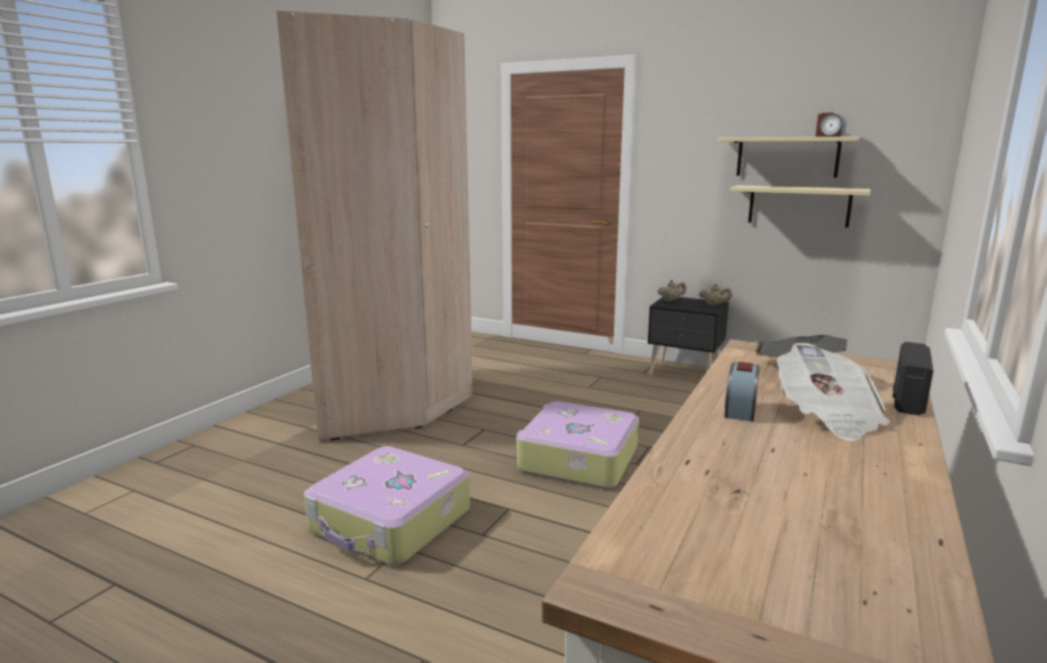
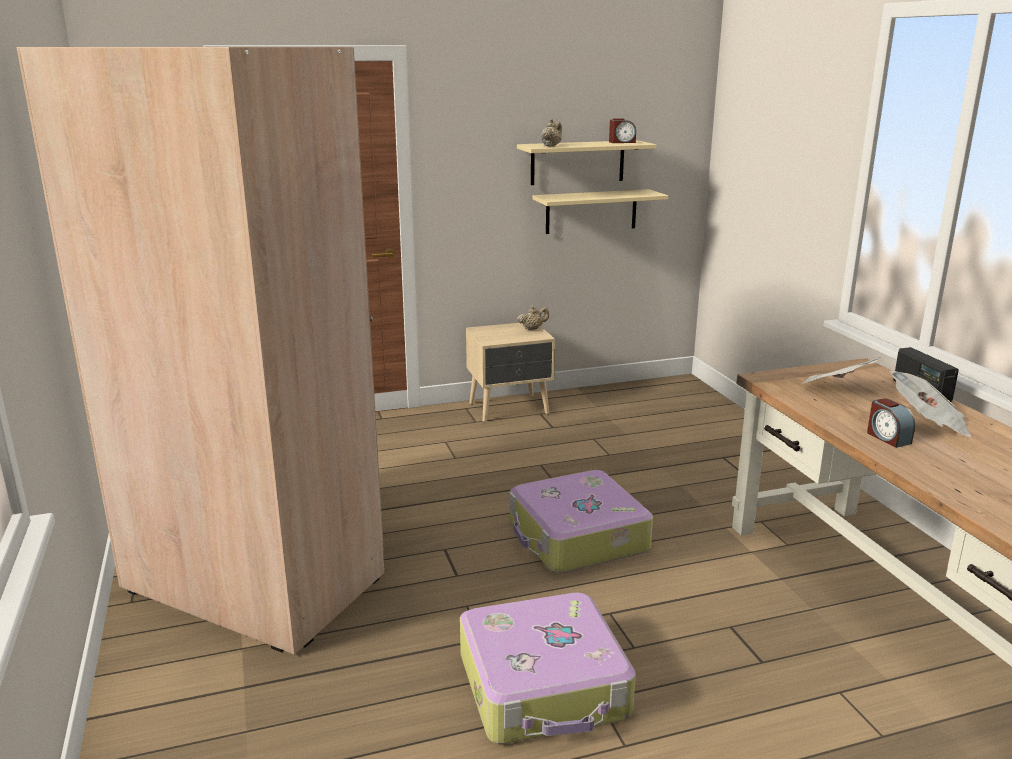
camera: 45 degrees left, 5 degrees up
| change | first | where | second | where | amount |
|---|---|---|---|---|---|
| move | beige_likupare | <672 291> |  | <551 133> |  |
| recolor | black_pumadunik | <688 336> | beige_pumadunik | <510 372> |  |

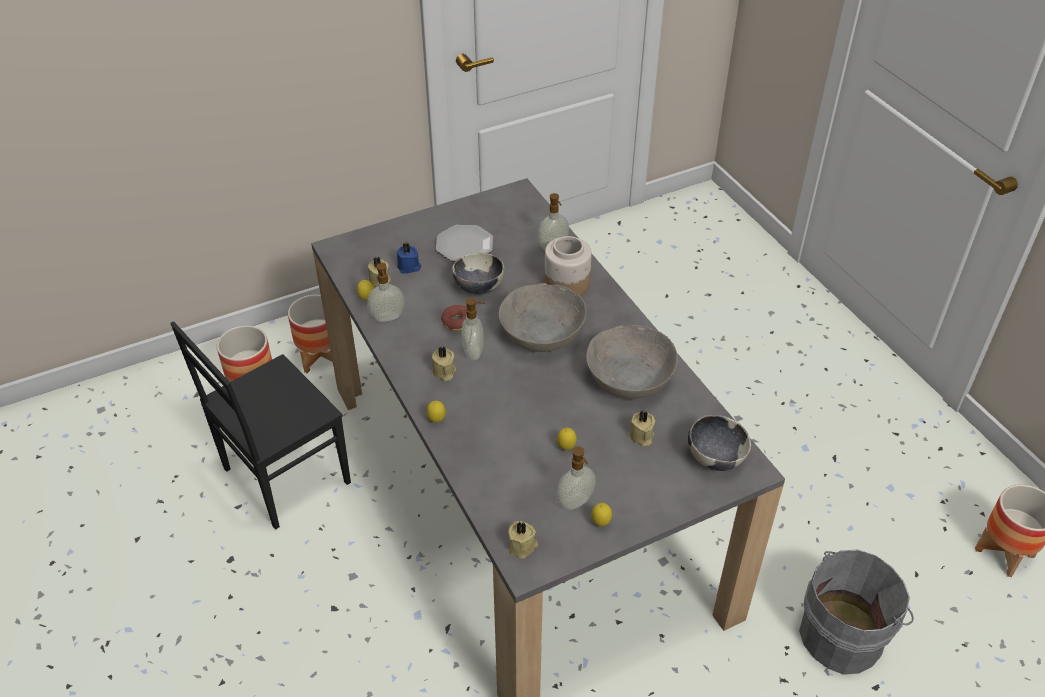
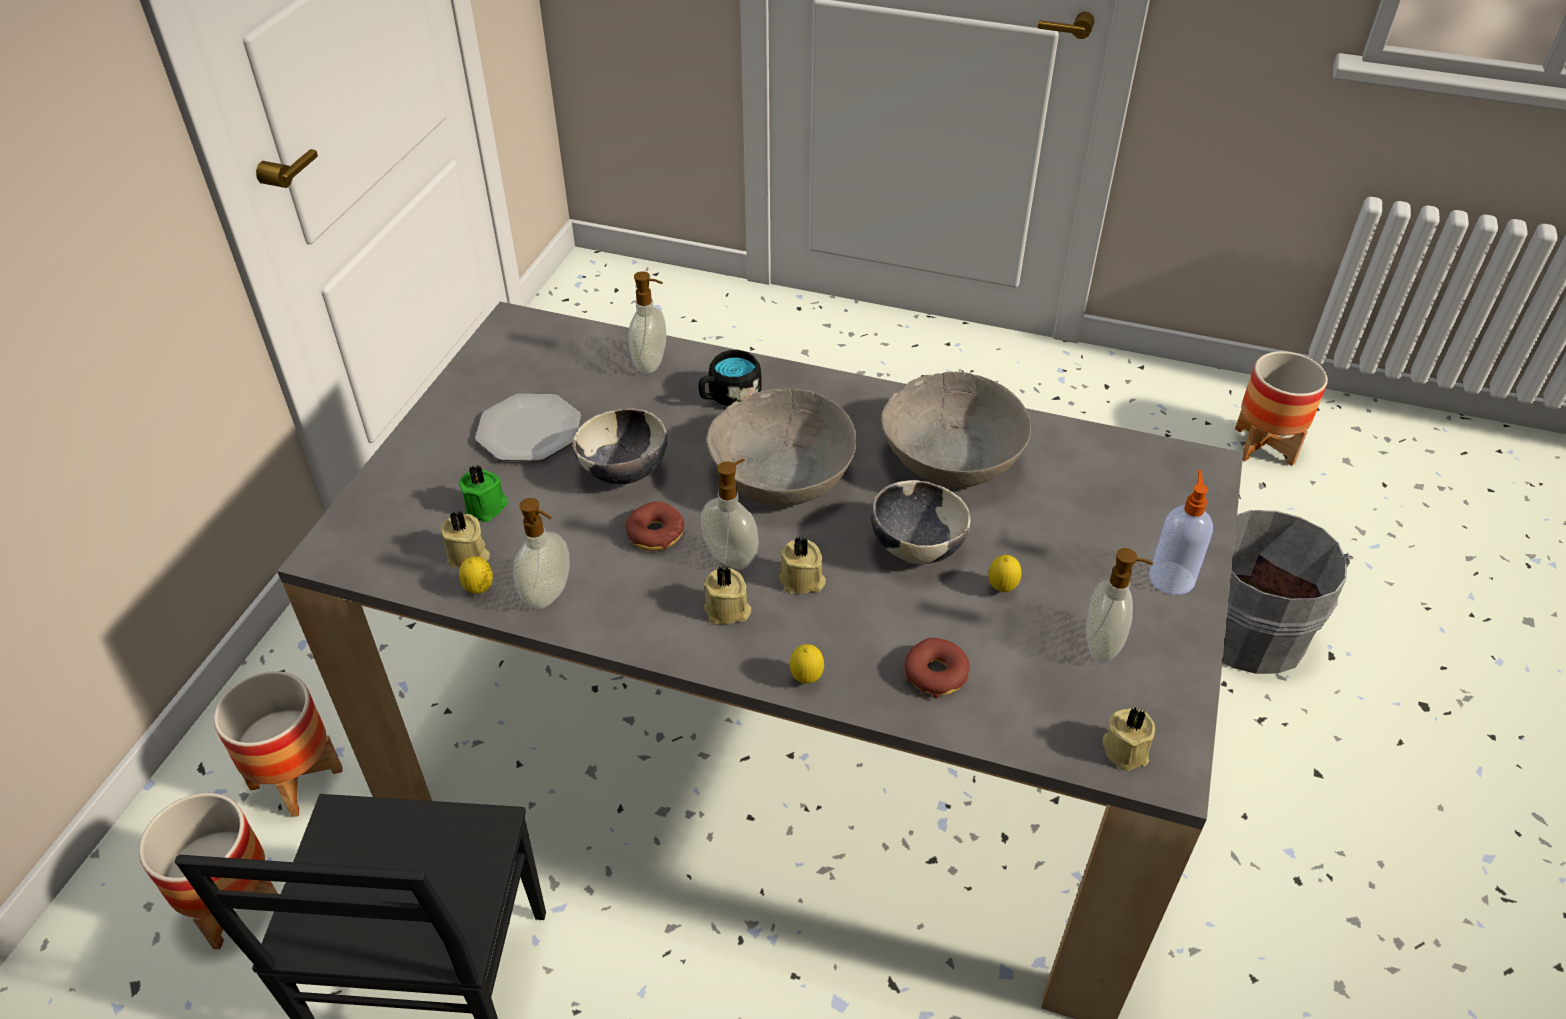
camera: 45 degrees left, 0 degrees up
| change | first | where | second | where | amount |
|---|---|---|---|---|---|
| delete | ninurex | <602 514> |  |  |  |
| insert |  |  | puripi | <936 668> |  |
| insert |  |  | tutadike | <1181 532> |  |
| move | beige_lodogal | <641 428> |  | <802 565> |  |
| move | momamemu | <719 443> |  | <920 522> |  |
| replace | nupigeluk | <568 266> | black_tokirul | <730 378> |  |
| recolor | blue_lodogal | <408 258> | green_lodogal | <483 493> |  |

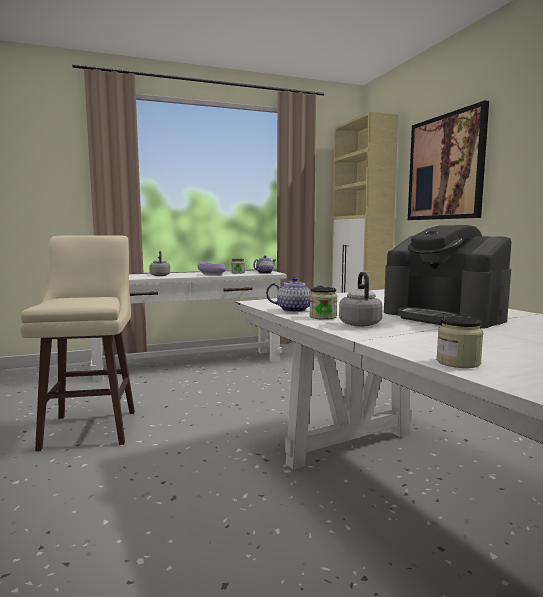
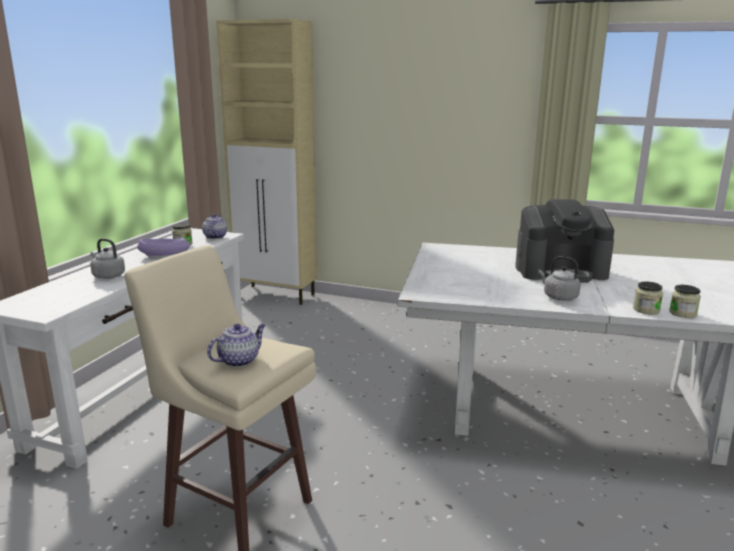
camera: 50 degrees left, 10 degrees up
| change | first | where | second | where | amount |
|---|---|---|---|---|---|
| delete | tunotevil | <448 160> |  |  |  |
| move | likupare | <294 294> |  | <236 345> |  |
| move | nupigeluk | <323 303> |  | <648 297> |  |

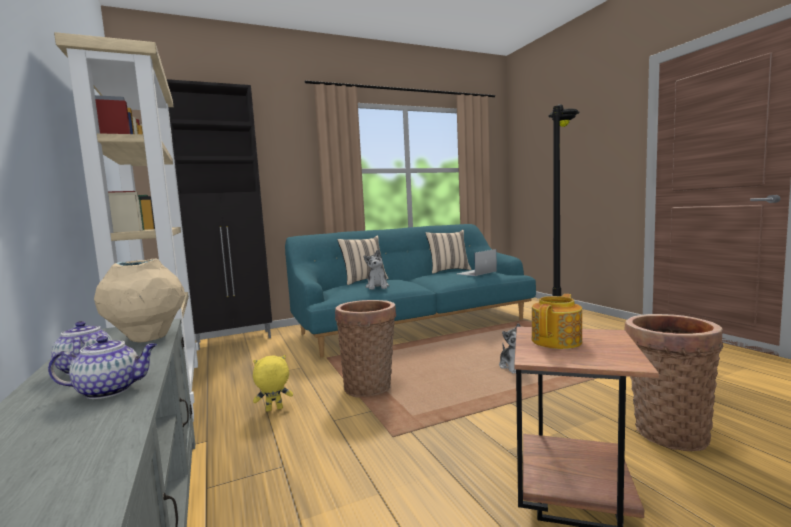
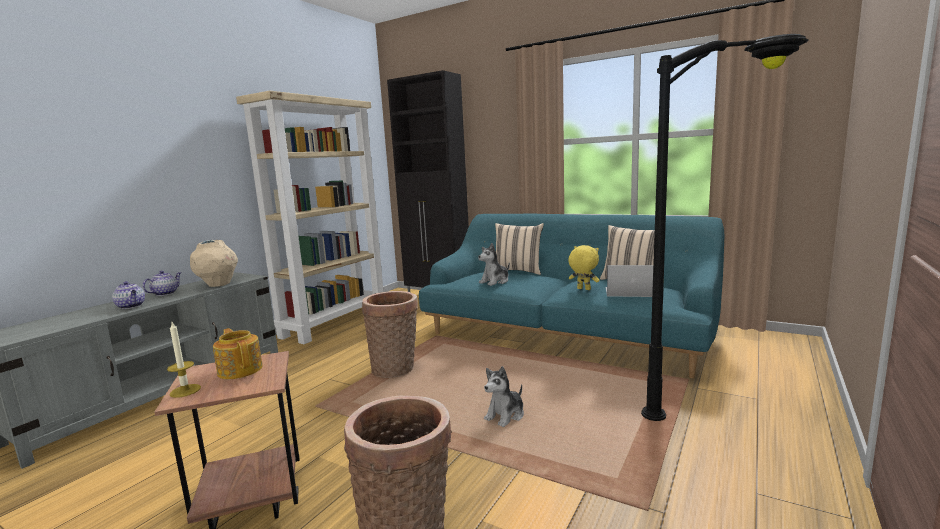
camera: 55 degrees right, 5 degrees up
| change | first | where | second | where | amount |
|---|---|---|---|---|---|
| insert |  |  | lodogal | <184 360> |  |
| move | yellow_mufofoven | <273 383> |  | <583 267> |  |
| rotate | likupare | <557 321> |  | <238 353> | 135 degrees counterclockwise |

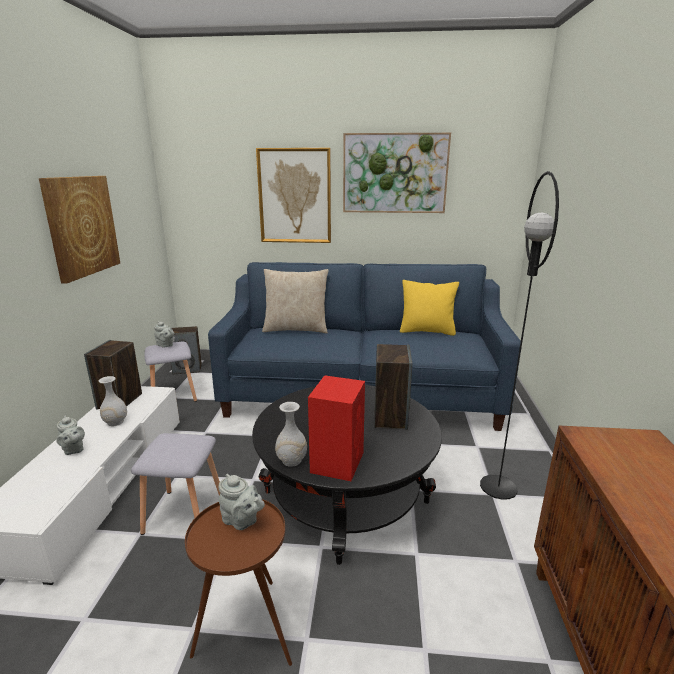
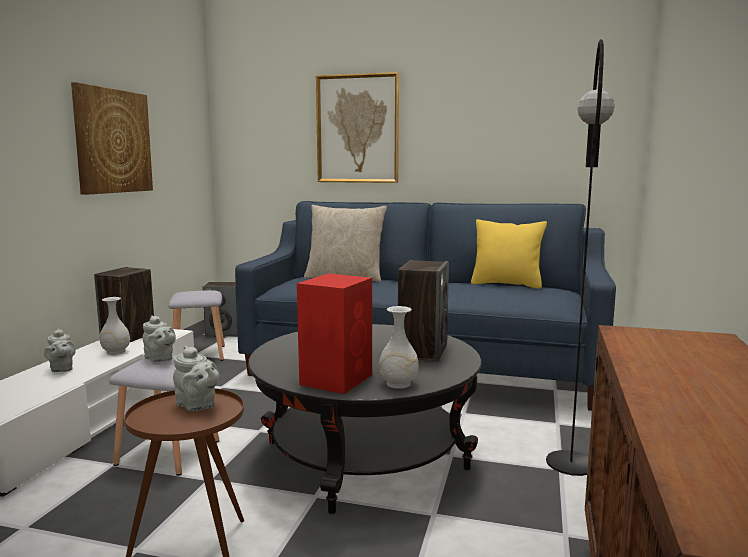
camera: 10 degrees right, 10 degrees down
| change | first | where | second | where | amount |
|---|---|---|---|---|---|
| delete | tunotevil | <397 173> |  |  |  |
| move | grey_likupare | <164 334> |  | <159 338> |  |
| move | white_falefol | <291 434> |  | <399 347> |  |

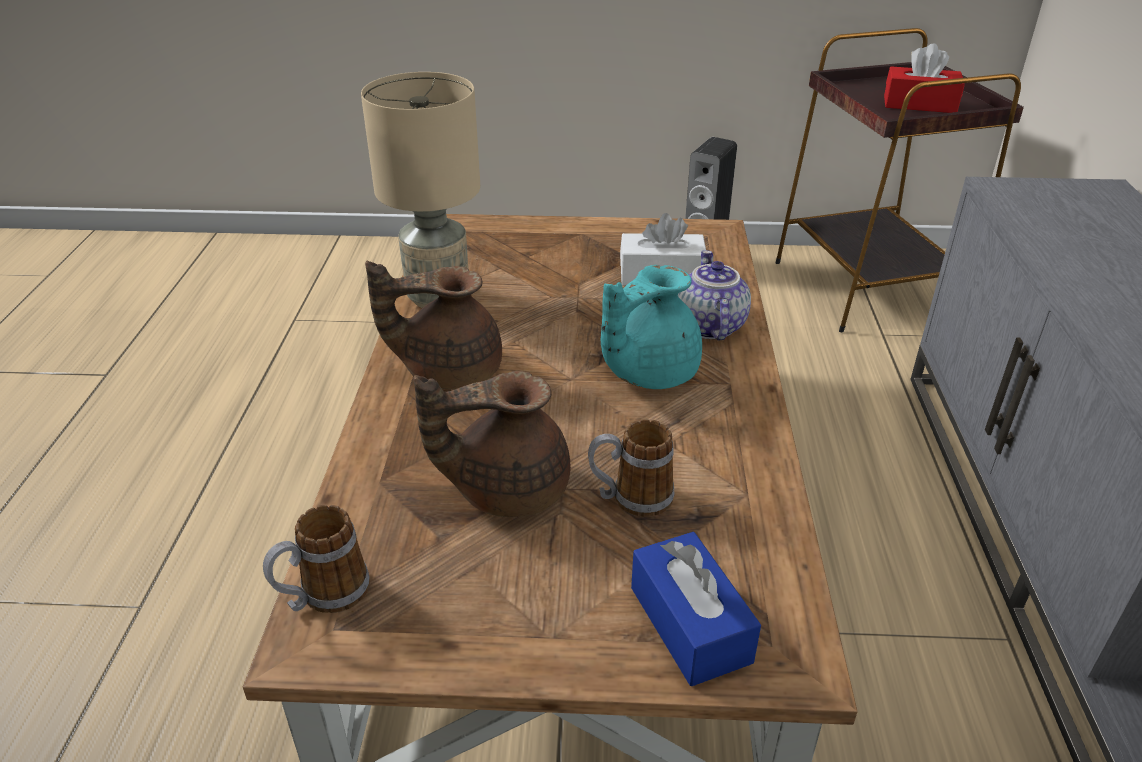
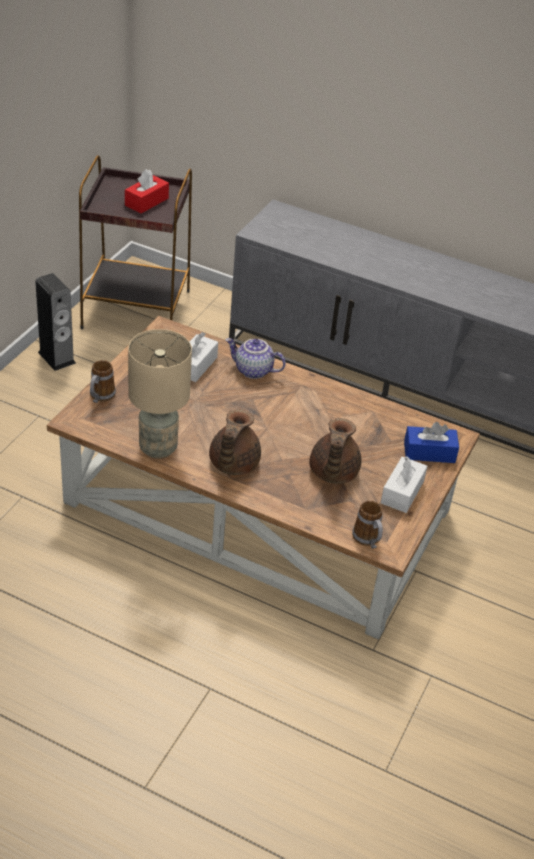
camera: 70 degrees left, 5 degrees up
| change | first | where | second | where | amount |
|---|---|---|---|---|---|
| delete | turquoise_likupare | <651 327> |  |  |  |
| insert |  |  | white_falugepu | <404 484> |  |
| move | tokirul | <631 468> |  | <103 381> |  |

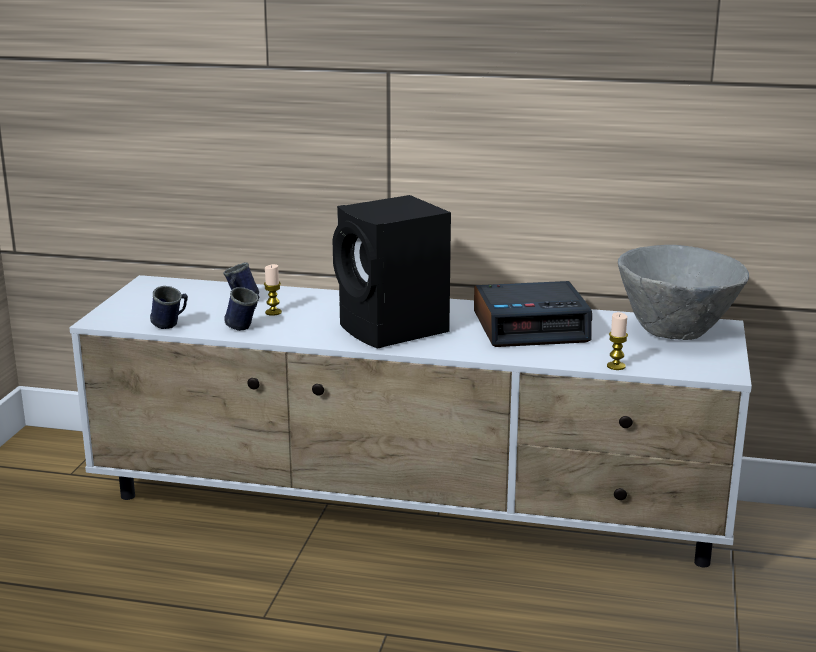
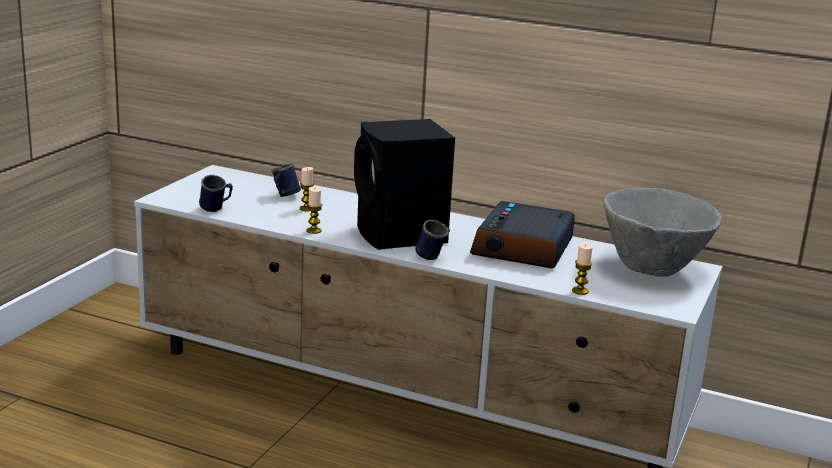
camera: 10 degrees right, 0 degrees up
| change | first | where | second | where | amount |
|---|---|---|---|---|---|
| insert |  |  | lodogal | <314 210> |  |
| move | blue_tokirul | <241 309> |  | <432 240> |  |
| rotate | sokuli | <533 314> |  | <522 234> | 105 degrees clockwise |

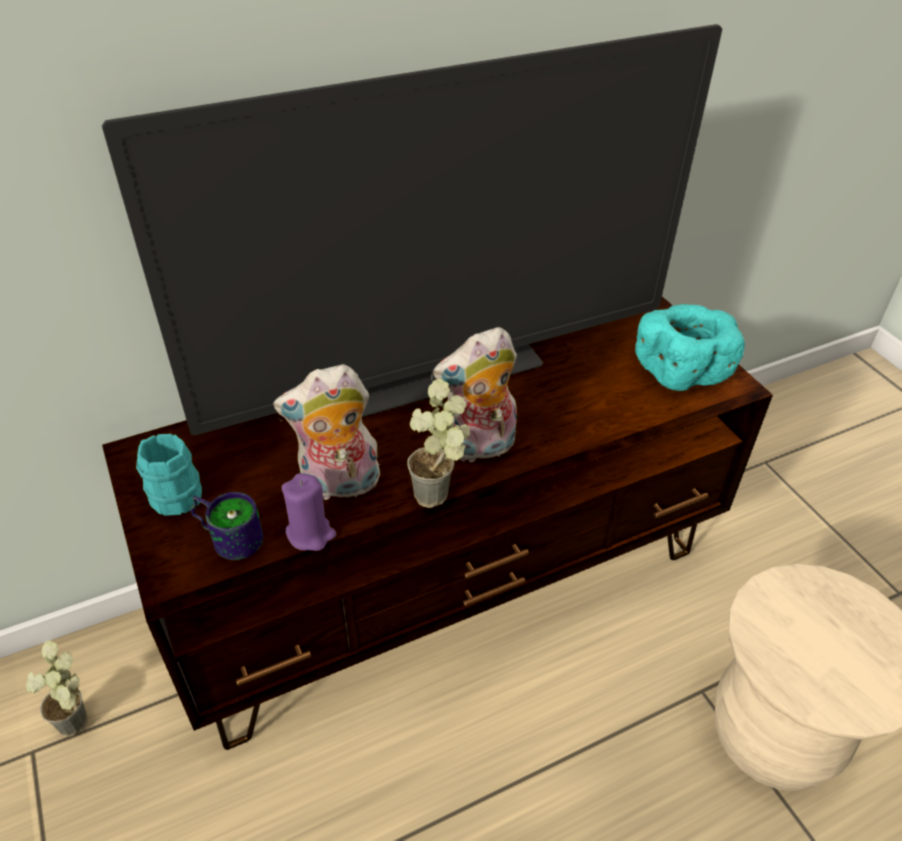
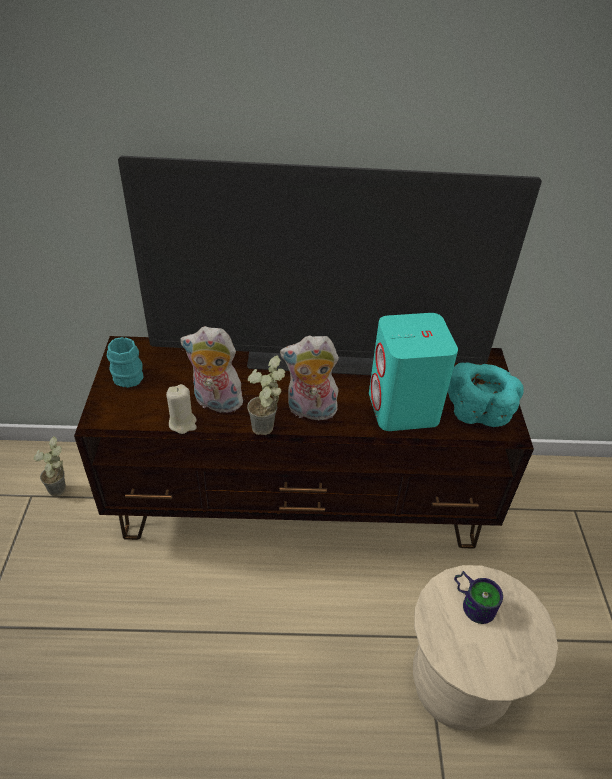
camera: 25 degrees right, 0 degrees up
| change | first | where | second | where | amount |
|---|---|---|---|---|---|
| insert |  |  | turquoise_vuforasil | <413 372> |  |
| move | tokirul | <226 526> |  | <478 597> |  |
| recolor | purple_lodogal | <308 512> | beige_lodogal | <181 409> |  |

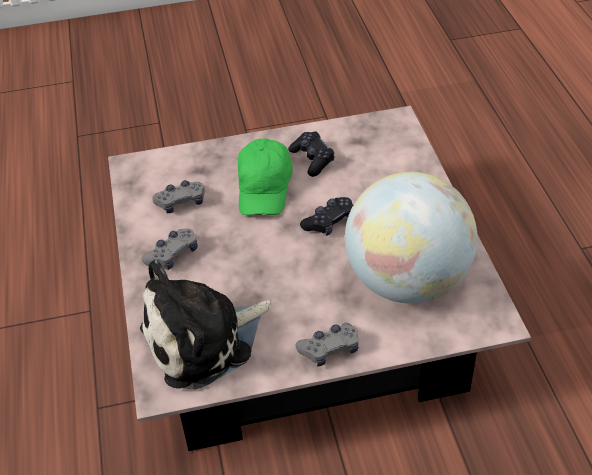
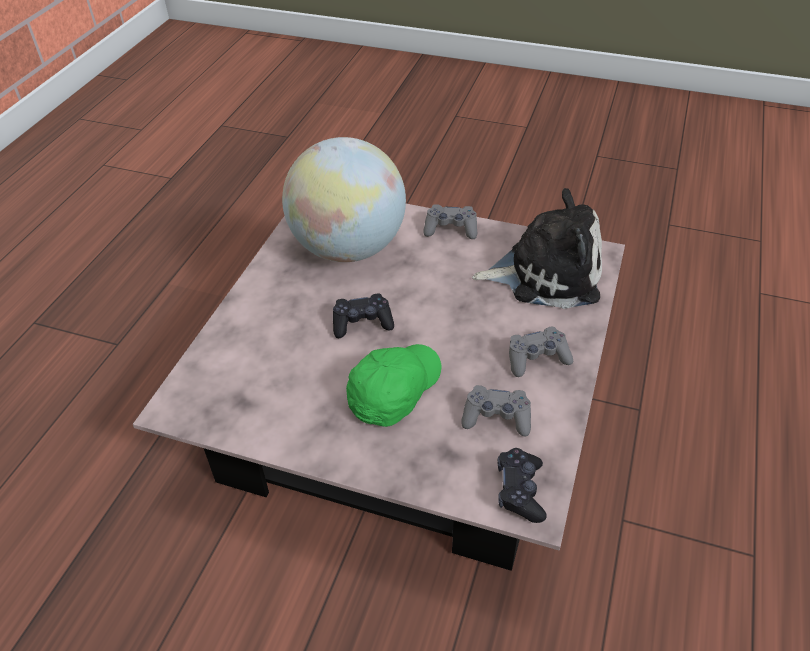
camera: 150 degrees left, 0 degrees up
| change | first | where | second | where | amount |
|---|---|---|---|---|---|
| move | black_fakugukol | <311 154> |  | <522 485> |  |

